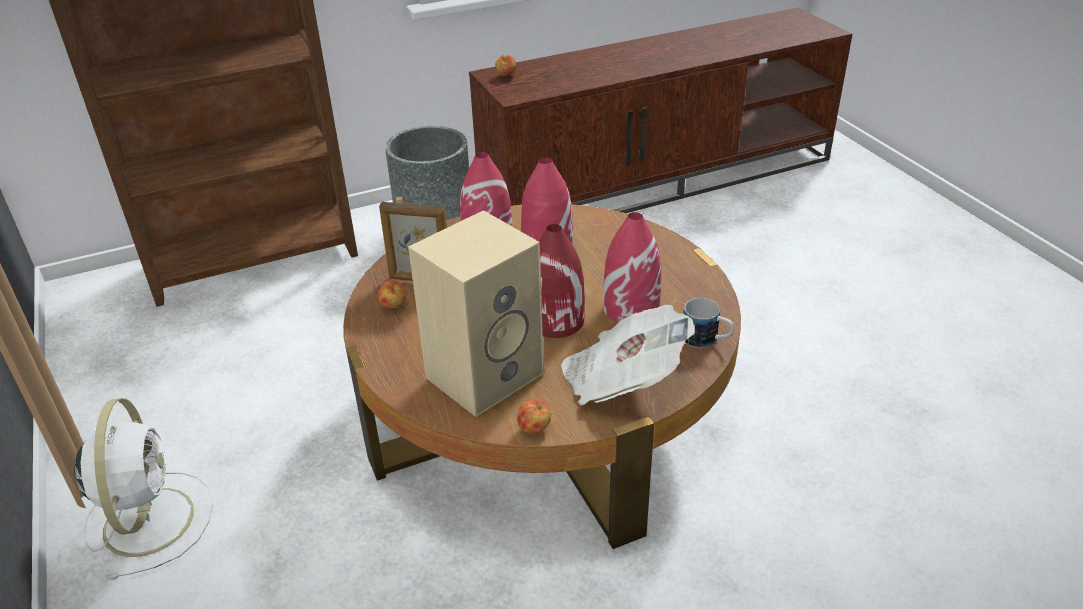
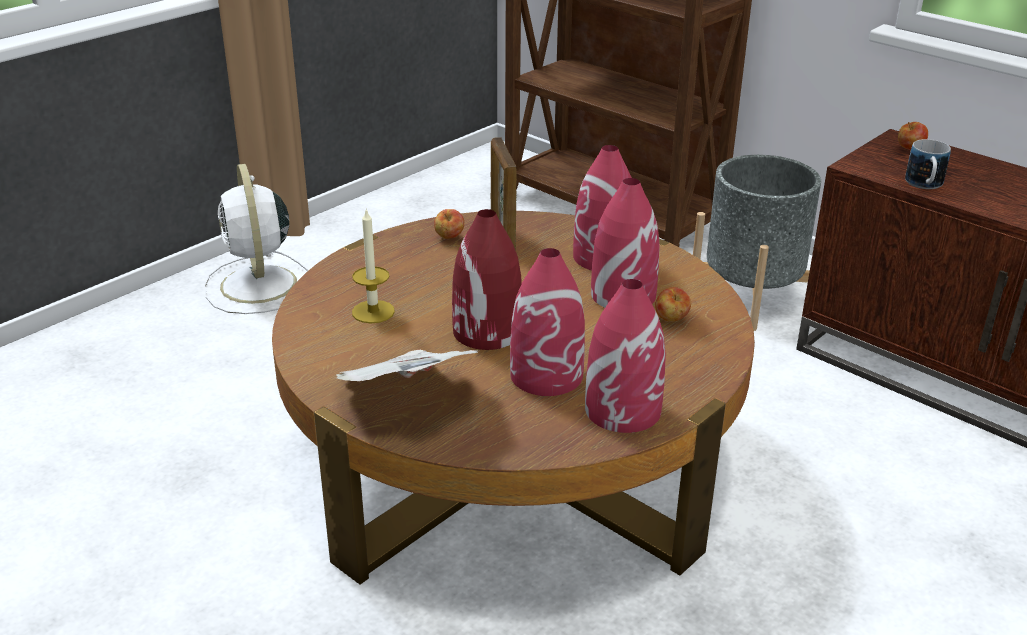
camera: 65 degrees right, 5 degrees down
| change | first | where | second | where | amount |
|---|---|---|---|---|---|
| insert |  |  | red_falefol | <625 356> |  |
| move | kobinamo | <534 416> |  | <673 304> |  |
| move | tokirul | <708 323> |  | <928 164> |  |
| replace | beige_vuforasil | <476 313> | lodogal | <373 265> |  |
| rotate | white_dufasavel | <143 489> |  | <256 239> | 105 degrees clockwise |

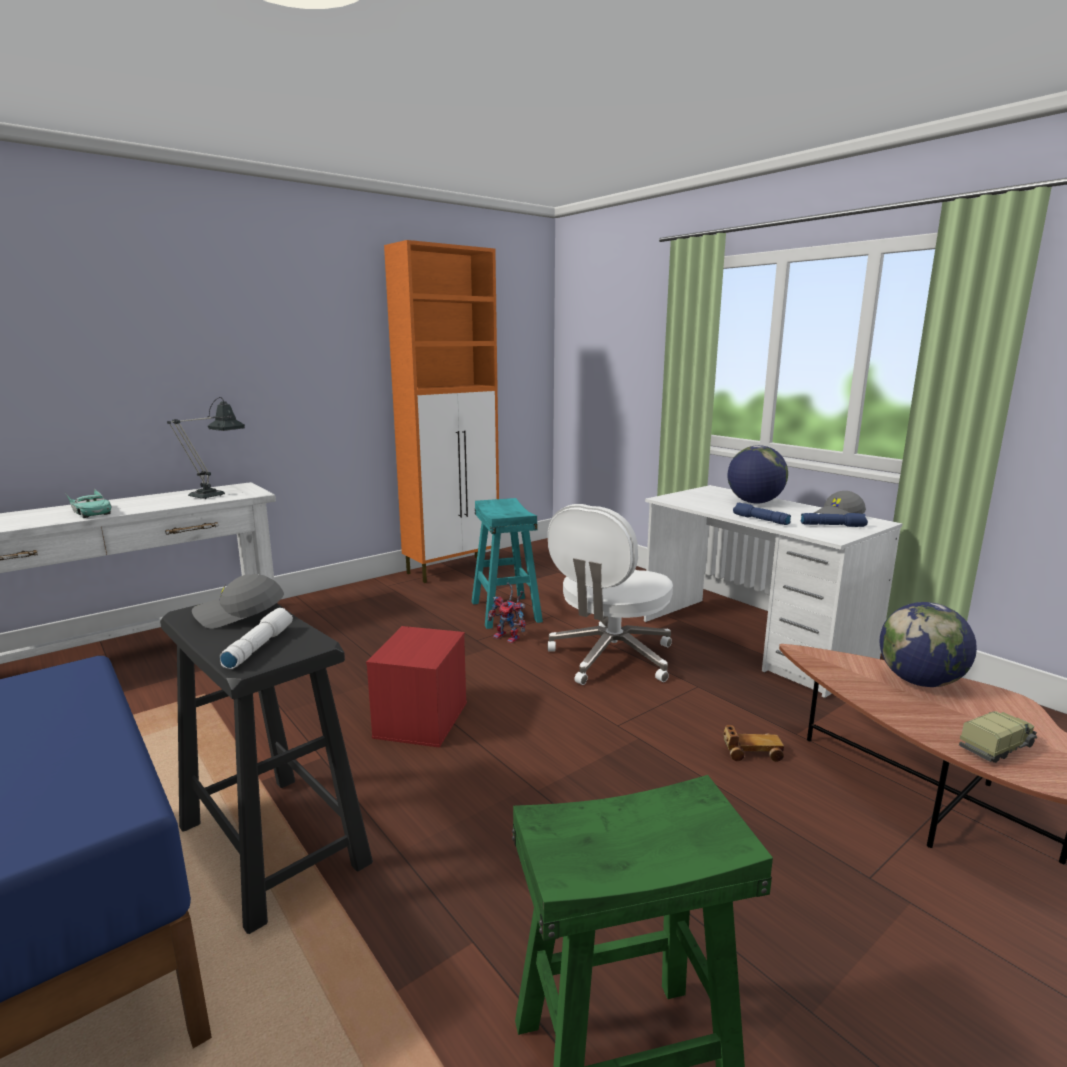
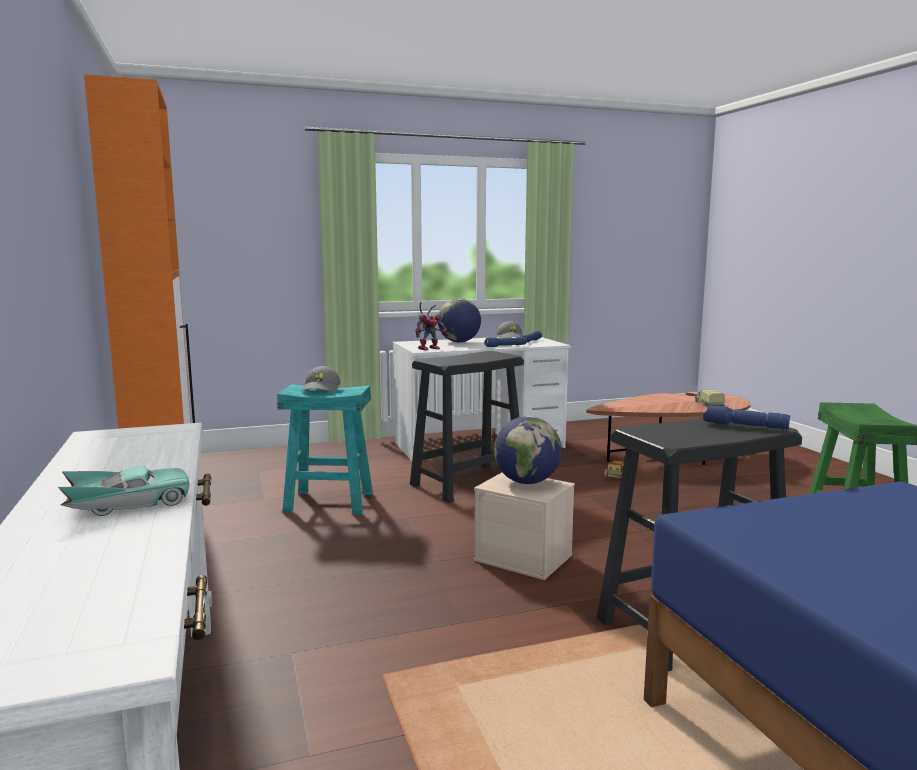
camera: 70 degrees left, 5 degrees down
| change | first | where | second | where | amount |
|---|---|---|---|---|---|
| delete | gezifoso | <206 448> |  |  |  |
| move | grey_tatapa | <238 601> |  | <320 379> |  |
| move | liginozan | <506 612> |  | <431 326> |  |
| move | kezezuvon | <928 644> |  | <528 450> |  |
| replace | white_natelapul | <610 594> | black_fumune | <467 427> |  |
| recolor | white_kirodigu | <256 638> | blue_kirodigu | <746 417> |  |
| recolor | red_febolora | <416 687> | beige_febolora | <524 526> |  |

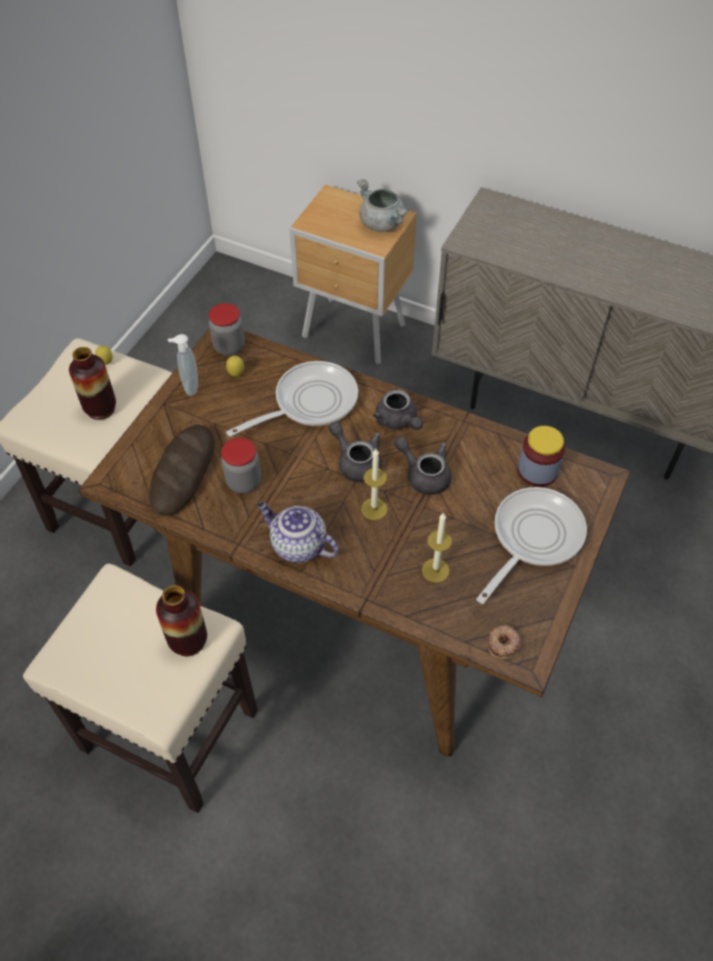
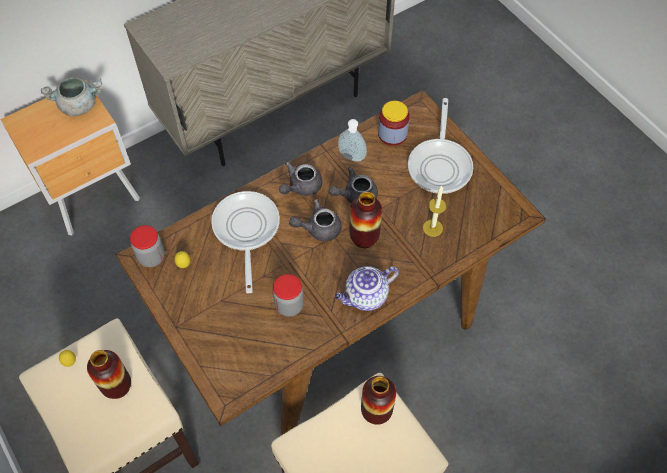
camera: 60 degrees left, 5 degrees up
| change | first | where | second | where | amount |
|---|---|---|---|---|---|
| delete | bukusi | <182 470> |  |  |  |
| delete | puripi | <504 641> |  |  |  |
| move | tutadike | <183 365> |  | <352 140> |  |
| replace | lodogal | <374 484> | falefol | <366 220> |  |
| rotate | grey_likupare | <398 410> |  | <300 179> | 135 degrees clockwise |
| rotate | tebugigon | <531 545> |  | <440 146> | 150 degrees counterclockwise |

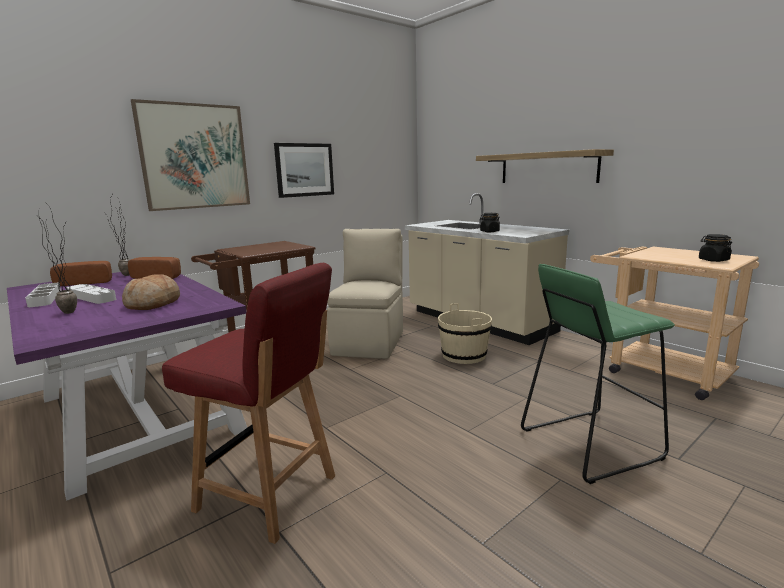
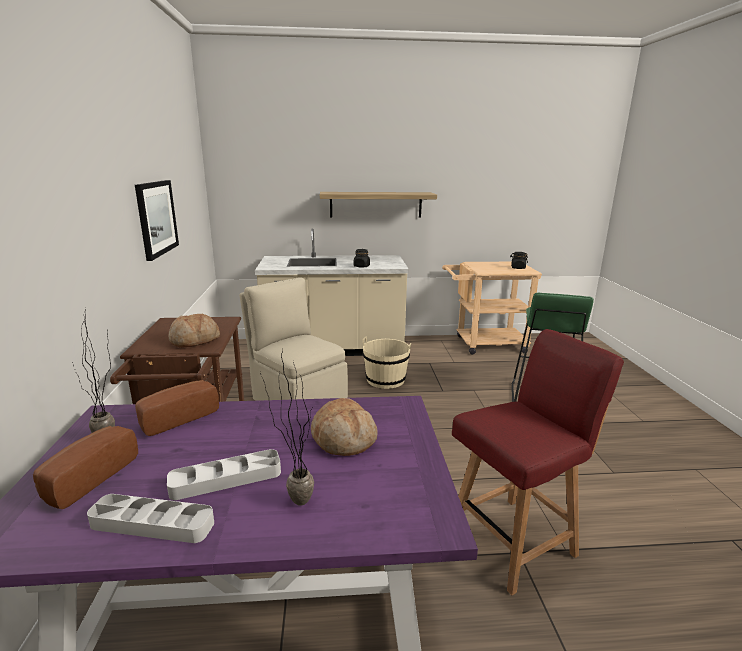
camera: 55 degrees left, 5 degrees up
| change | first | where | second | where | amount |
|---|---|---|---|---|---|
| delete | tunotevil | <190 155> |  |  |  |
| insert |  |  | bukusi | <194 331> |  |

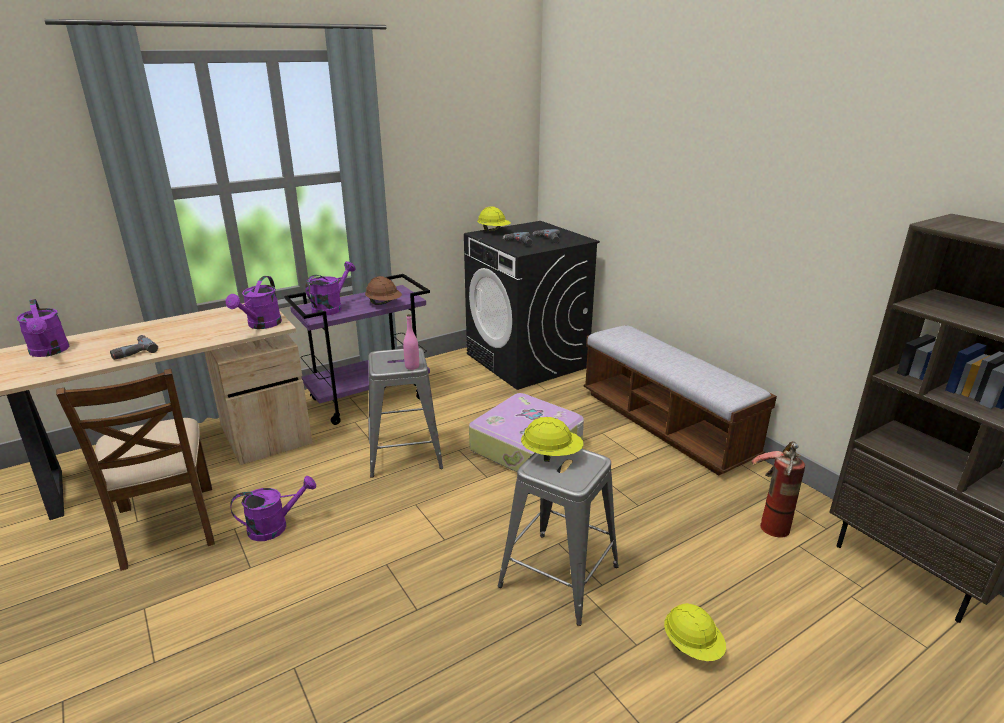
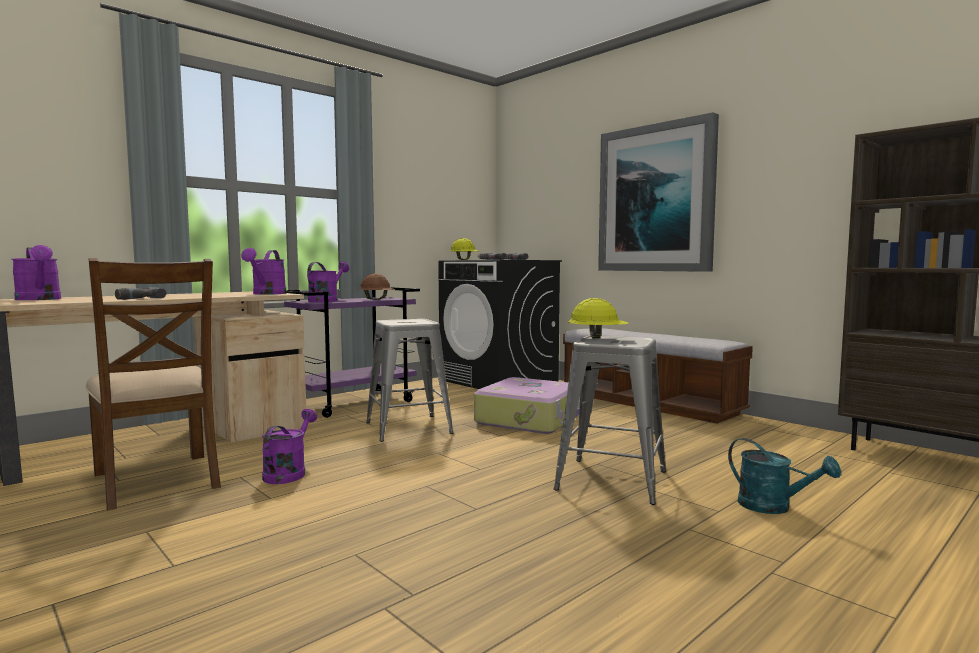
camera: 10 degrees left, 20 degrees down
| change | first | where | second | where | amount |
|---|---|---|---|---|---|
| delete | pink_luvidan | <411 342> |  |  |  |
| delete | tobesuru | <778 489> |  |  |  |
| insert |  |  | tunotevil | <658 192> |  |
| replace | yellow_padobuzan | <695 632> | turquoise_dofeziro | <784 476> |  |
| rotate | purple_dofeziro | <273 508> |  | <289 446> | 45 degrees counterclockwise |

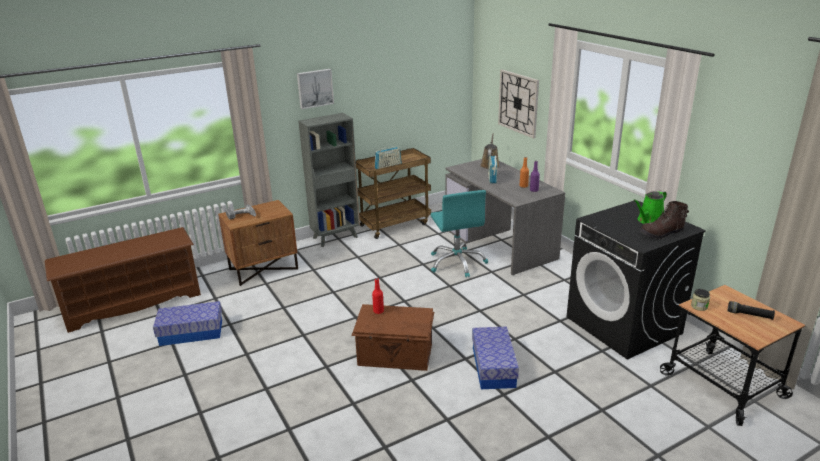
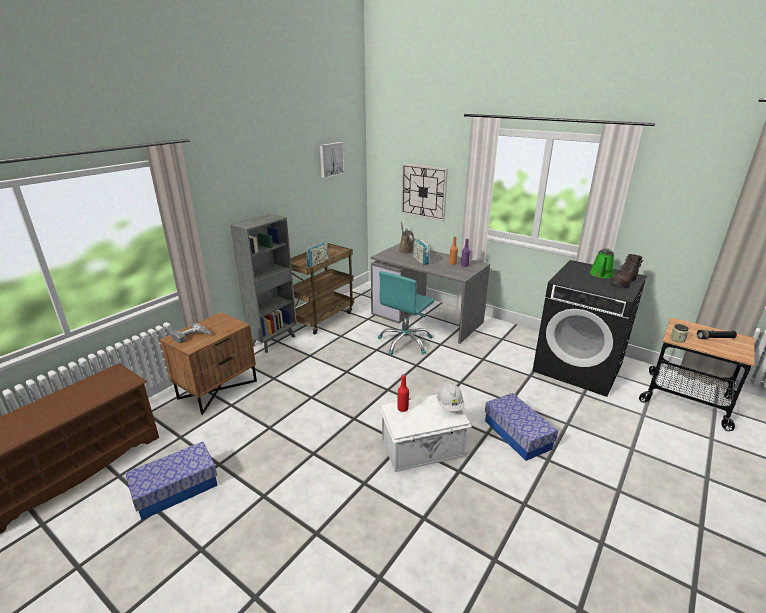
camera: 25 degrees left, 0 degrees up
| change | first | where | second | where | amount |
|---|---|---|---|---|---|
| insert |  |  | white_padobuzan | <450 397> |  |
| move | tunotevil | <315 89> |  | <332 160> |  |
| recolor | brown_febolora | <392 337> | white_febolora | <425 433> |  |
| rotate | turquoise_natelapul | <459 234> |  | <406 313> | 75 degrees clockwise |

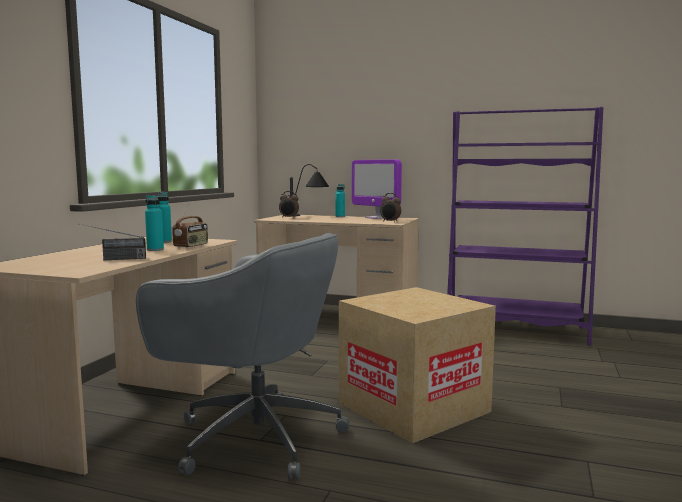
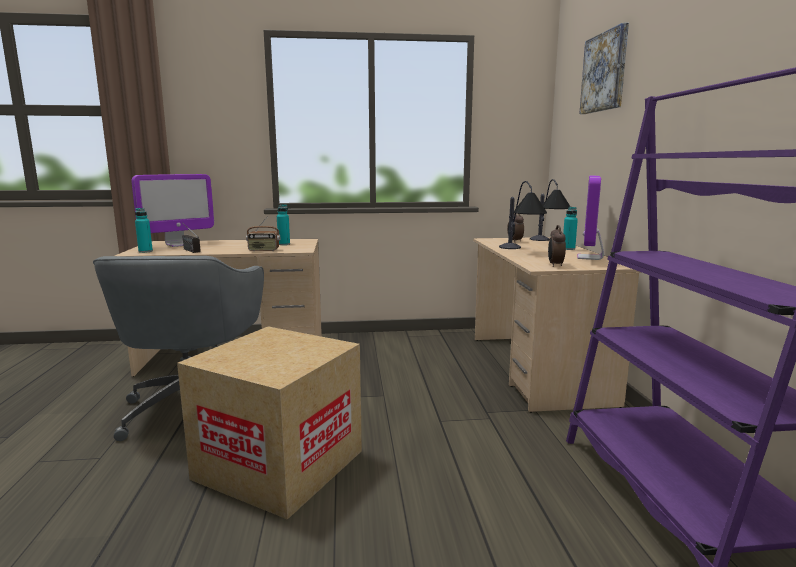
camera: 65 degrees right, 5 degrees up
| change | first | where | second | where | amount |
|---|---|---|---|---|---|
| insert |  |  | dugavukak | <172 210> |  |
| insert |  |  | gezifoso | <523 215> |  |
| insert |  |  | tunotevil | <604 68> |  |
| move | turquoise_luvidan | <154 223> |  | <144 230> |  |

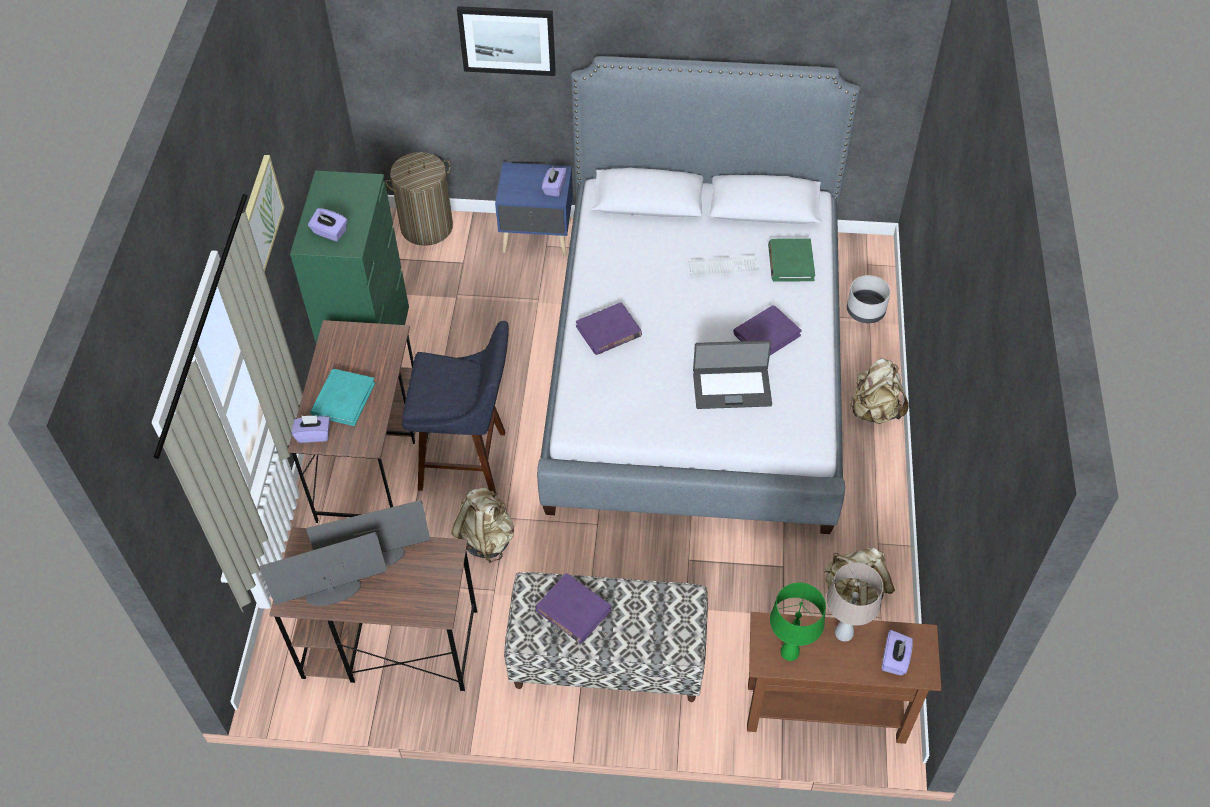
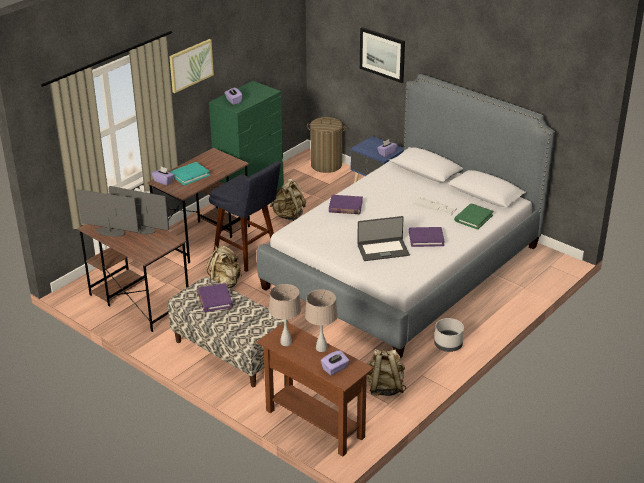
camera: 35 degrees right, 20 degrees down
| change | first | where | second | where | amount |
|---|---|---|---|---|---|
| move | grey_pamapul | <869 299> |  | <449 335> |  |
| move | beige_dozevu | <879 391> |  | <288 200> |  |
| recolor | green_gezifoso | <798 621> | beige_gezifoso | <285 315> |  |
| rotate | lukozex | <732 374> |  | <383 238> | 45 degrees counterclockwise |

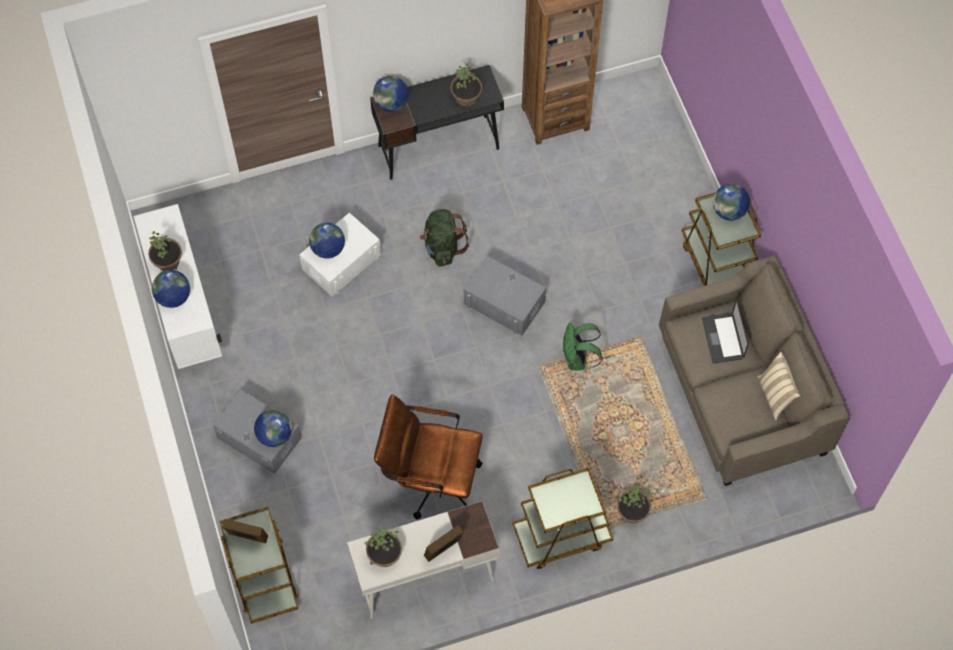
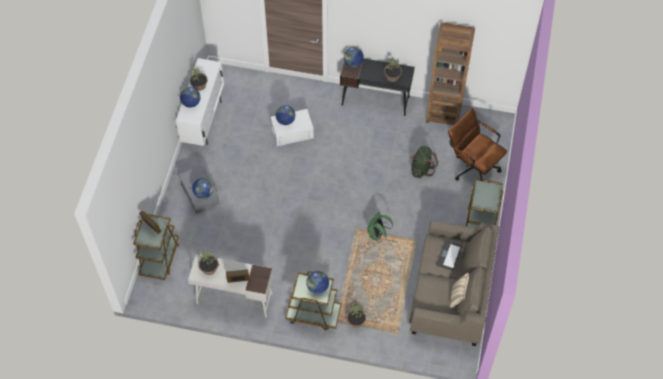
camera: 30 degrees right, 5 degrees down
| change | first | where | second | where | amount |
|---|---|---|---|---|---|
| delete | grey_febolora | <505 296> |  |  |  |
| move | brown_natelapul | <428 457> |  | <477 144> |  |
| move | green_dozevu | <444 238> |  | <424 162> |  |
| move | kezezuvon | <731 202> |  | <317 282> |  |

